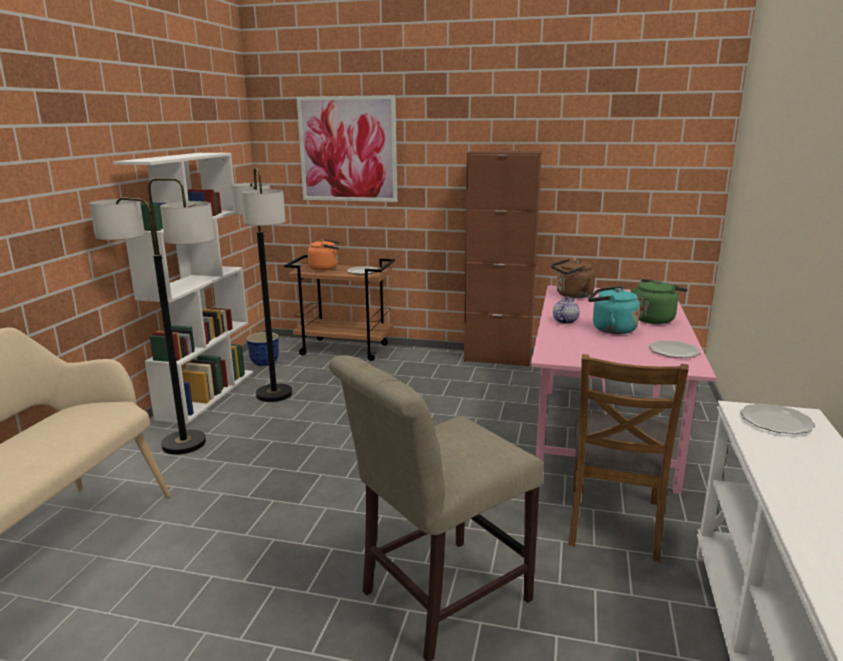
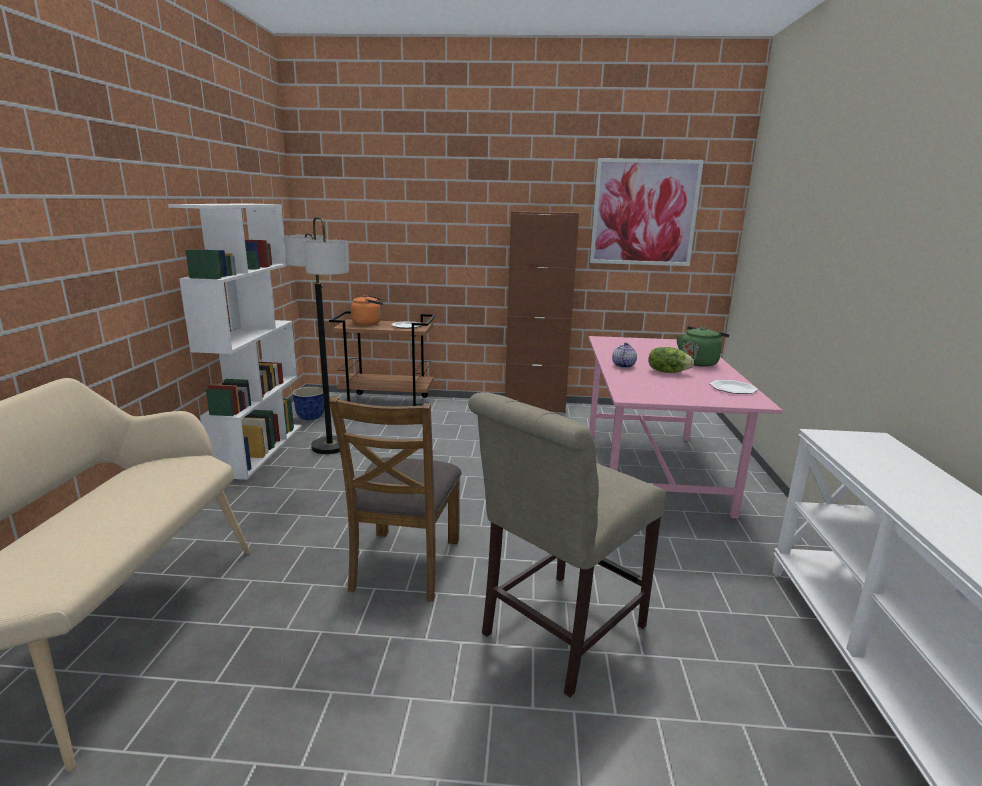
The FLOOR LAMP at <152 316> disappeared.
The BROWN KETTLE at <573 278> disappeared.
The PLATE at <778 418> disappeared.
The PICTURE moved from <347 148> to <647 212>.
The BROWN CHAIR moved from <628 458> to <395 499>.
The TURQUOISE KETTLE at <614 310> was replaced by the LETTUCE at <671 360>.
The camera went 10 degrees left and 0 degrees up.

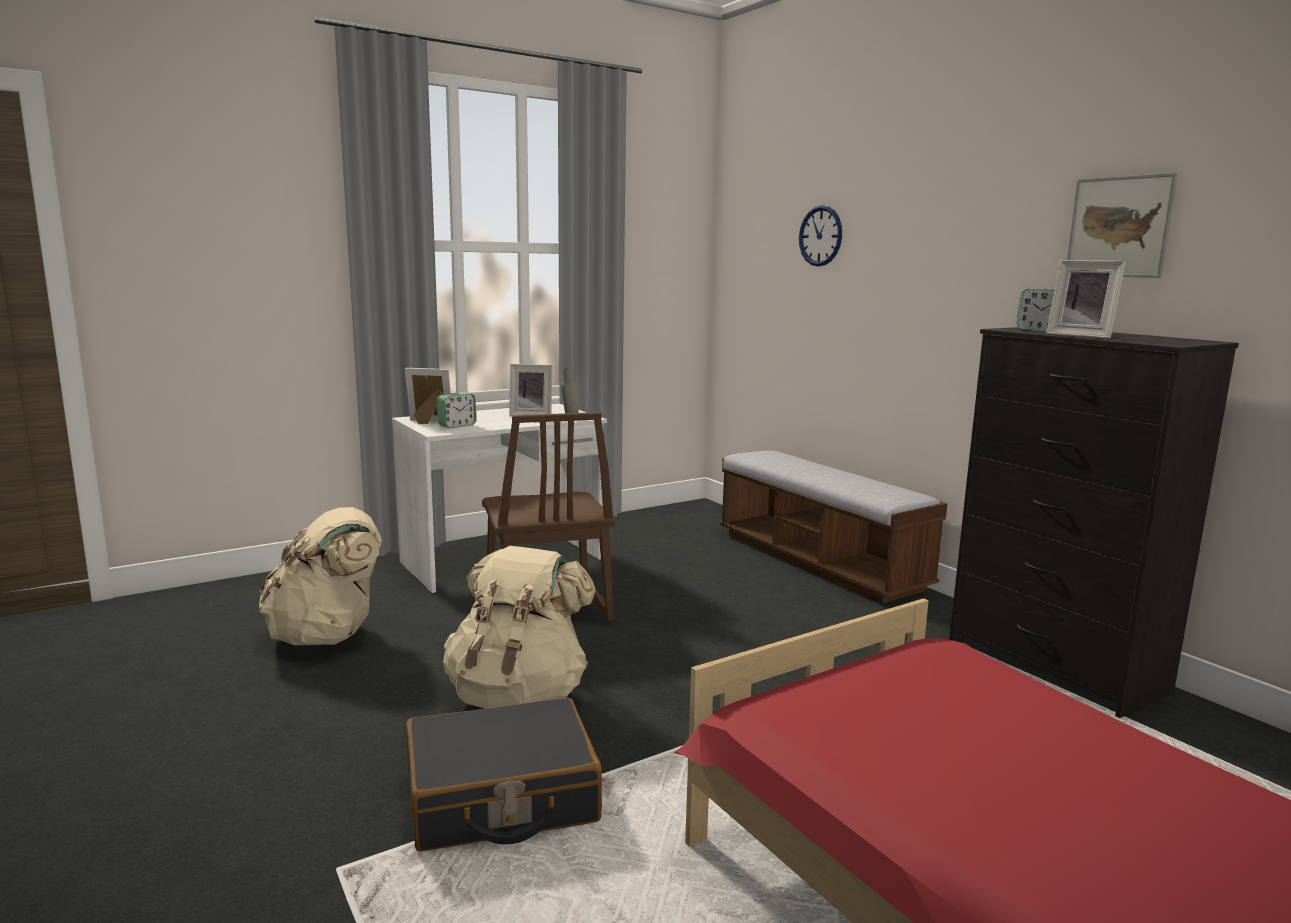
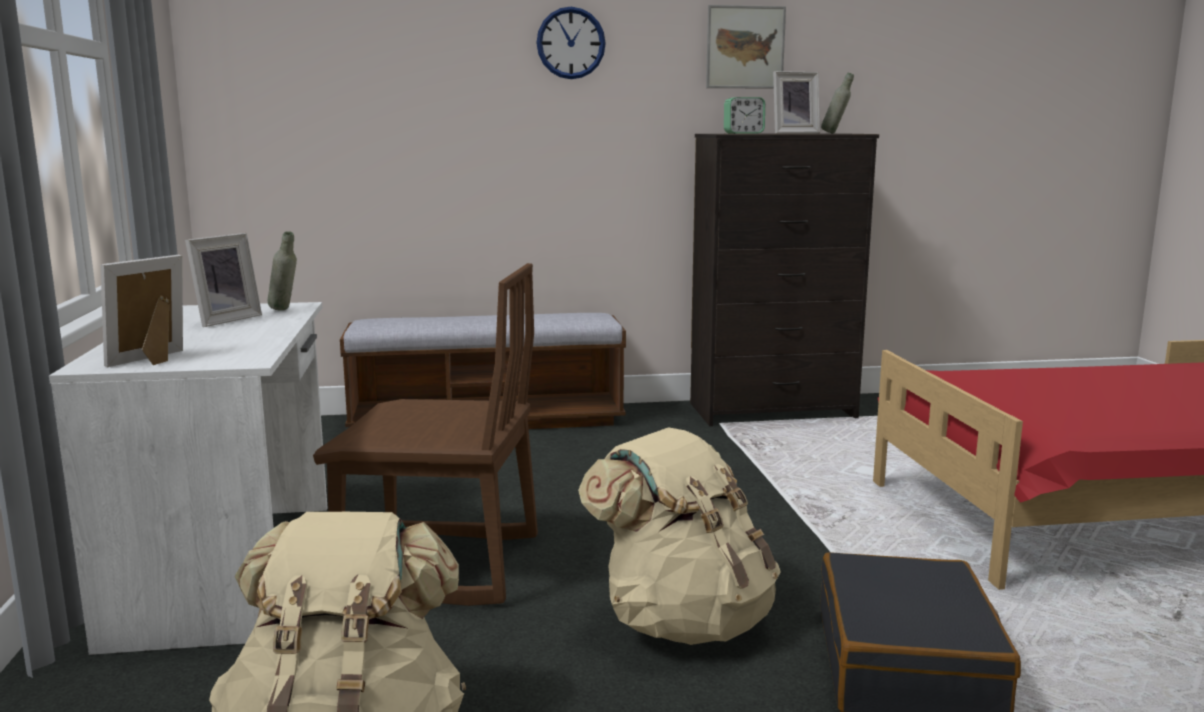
The ALARM CLOCK at <457 410> disappeared.
The GREY BOTTLE at <837 103> appeared.
The WALL CLOCK moved from <820 235> to <571 43>.
The camera went 65 degrees left and 0 degrees up.

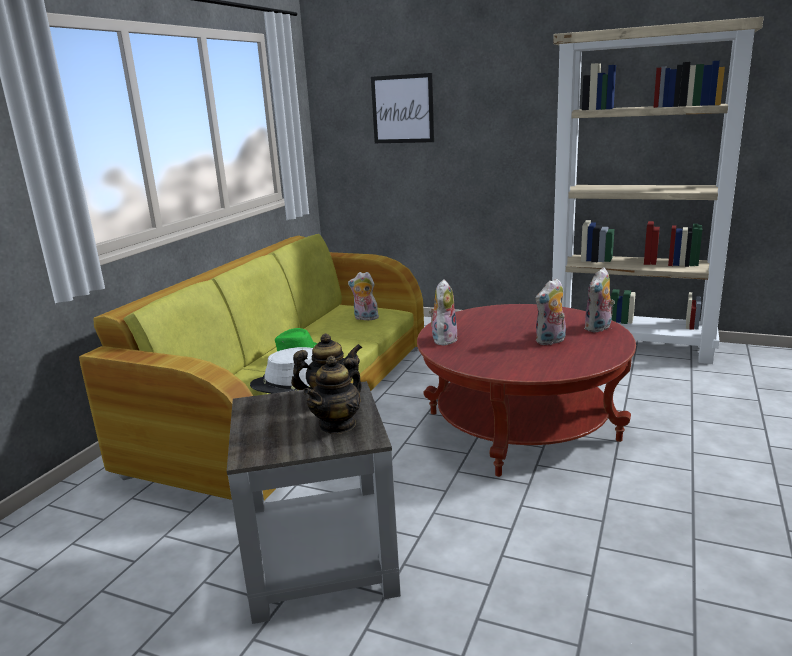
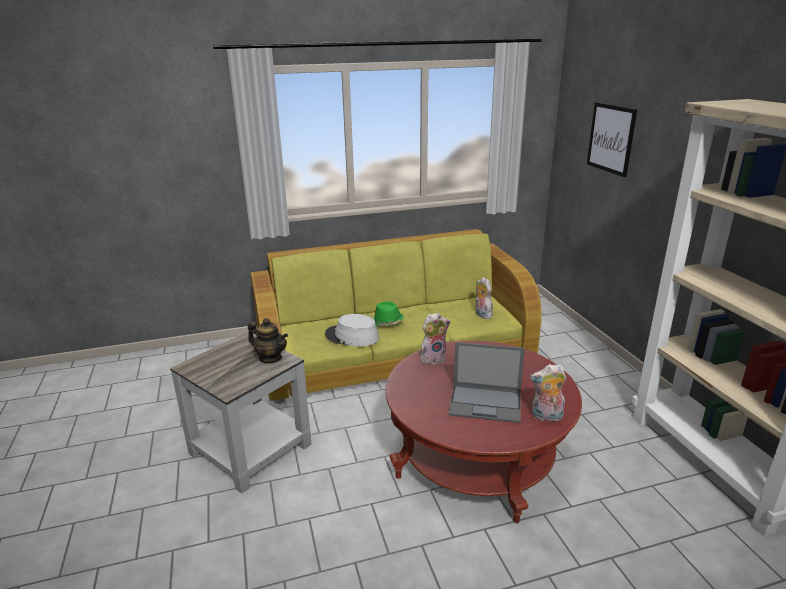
The TEAPOT at <333 395> disappeared.
The PLUSH TOY at <550 311> was replaced by the LAPTOP at <486 382>.
The camera went 50 degrees right and 5 degrees up.

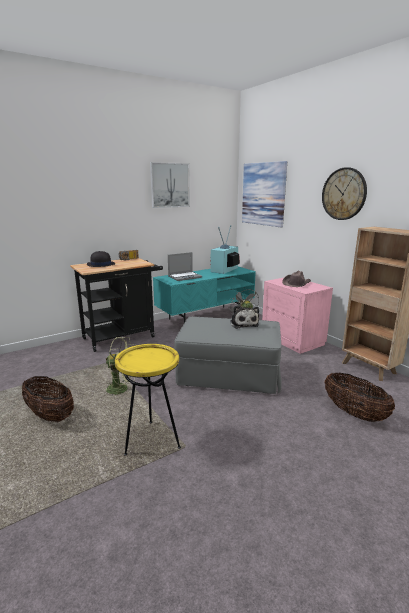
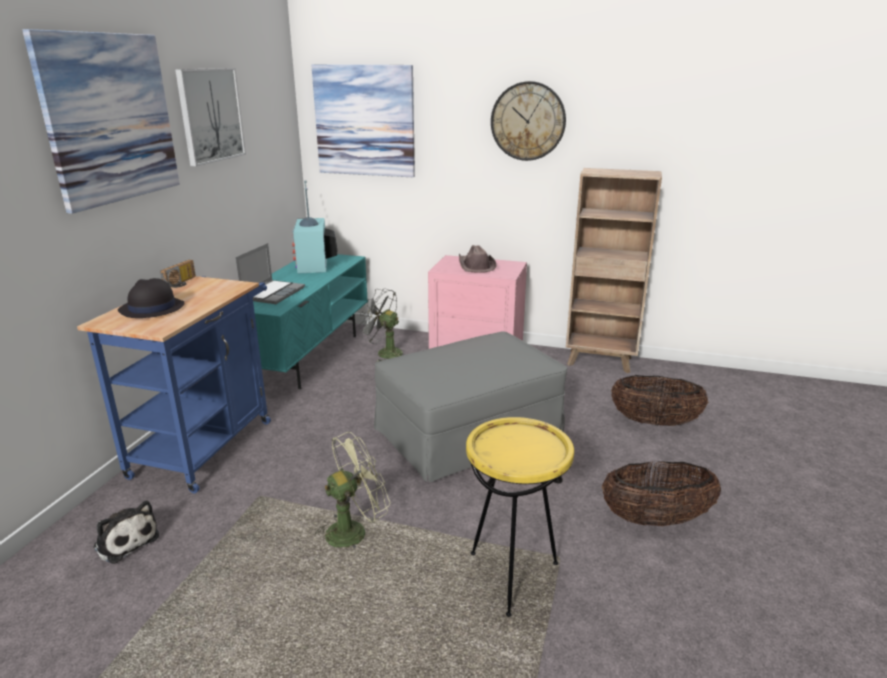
The PICTURE at <101 121> appeared.
The BASKET moved from <48 399> to <661 493>.
The PLUSH TOY moved from <244 317> to <126 532>.
The BLACK CART at <116 305> became the BLUE CART at <174 384>.
The camera went 40 degrees left and 5 degrees up.

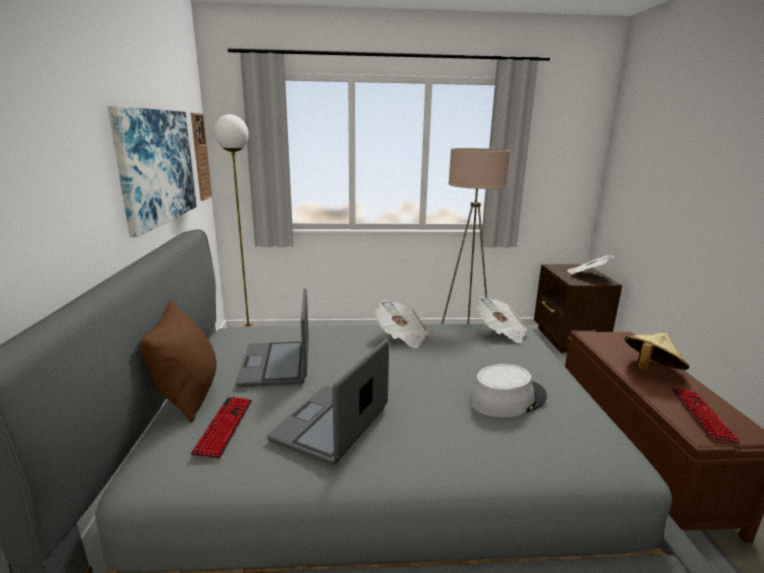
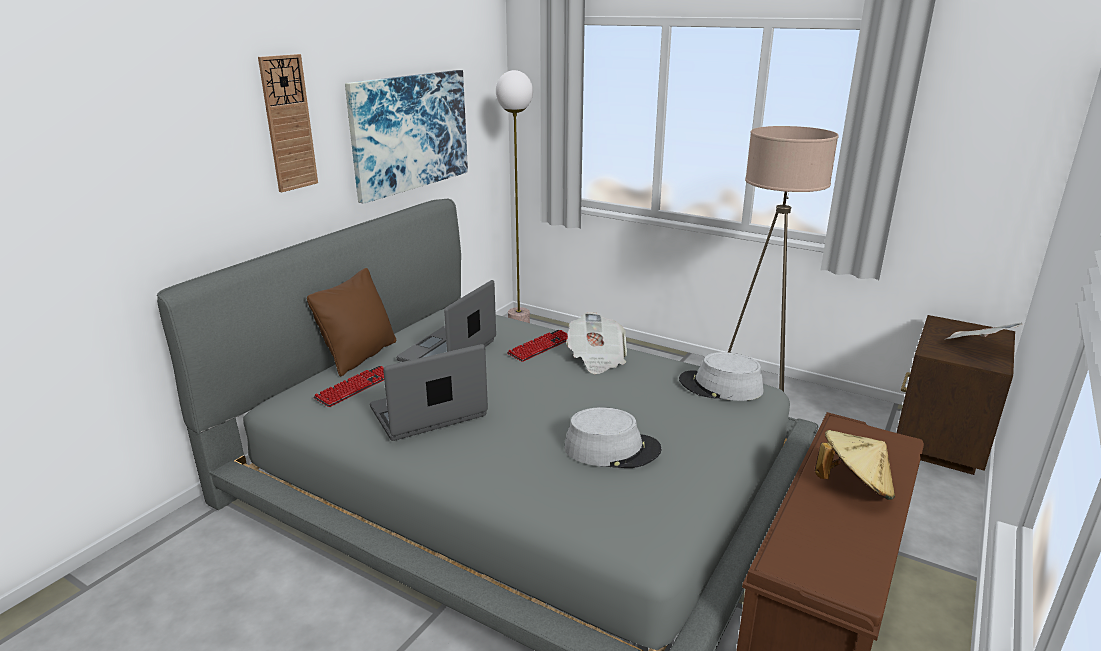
The WALL CLOCK moved from <201 157> to <288 123>.
The KEYBOARD moved from <705 415> to <537 346>.
The NEWSPAPER at <502 320> was replaced by the GREY HAT at <721 376>.
The camera went 35 degrees right and 5 degrees up.

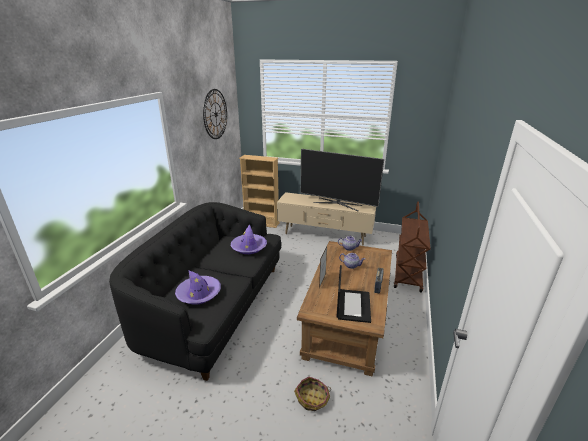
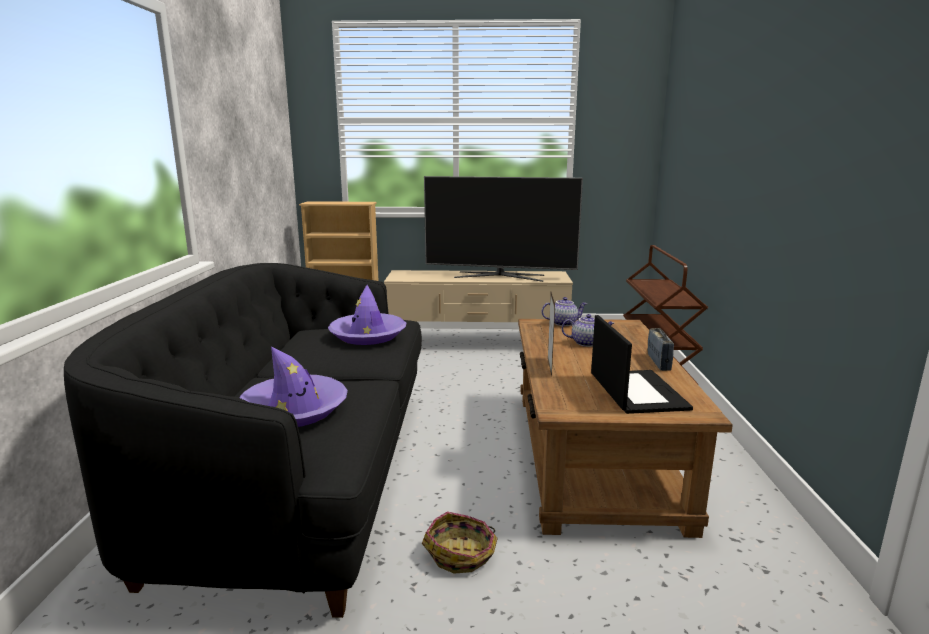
The WALL CLOCK at <215 114> disappeared.
The BASKET moved from <312 394> to <460 542>.
The camera went 15 degrees left and 10 degrees down.

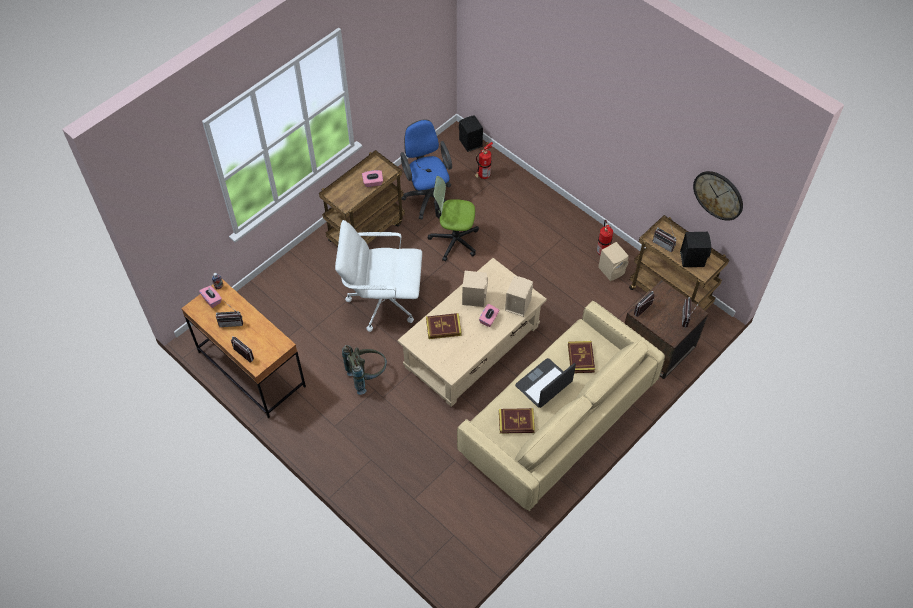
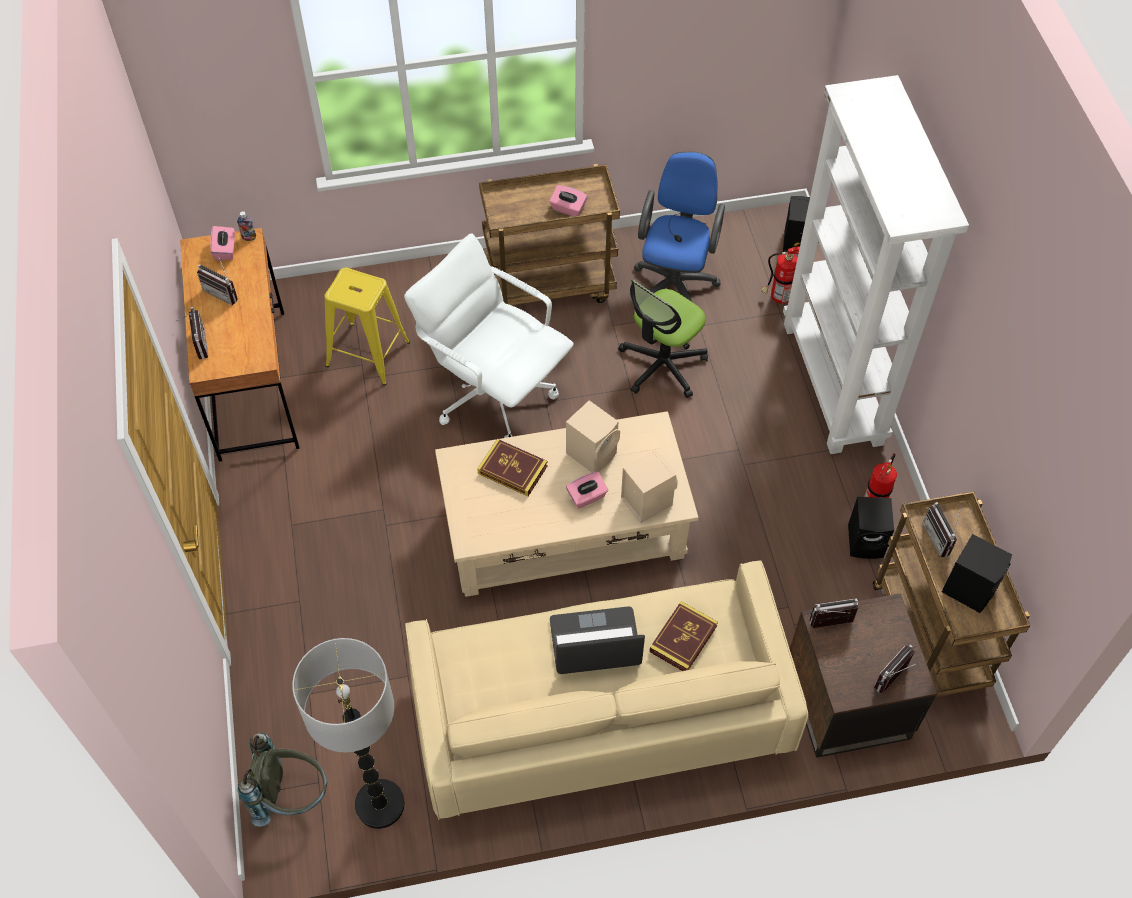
The BOOK at <517 421> disappeared.
The WALL CLOCK at <718 196> disappeared.
The FLOOR LAMP at <348 733> appeared.
The YELLOW STOOL at <367 327> appeared.
The WHITE BOOKCASE at <876 264> appeared.
The GREY BACKPACK moved from <364 370> to <282 780>.
The BEIGE SPEAKER at <613 261> became the BLACK SPEAKER at <871 528>.
The OFFICE CHAIR at <453 219> turned 90 degrees counterclockwise.
The camera went 35 degrees right and 0 degrees up.

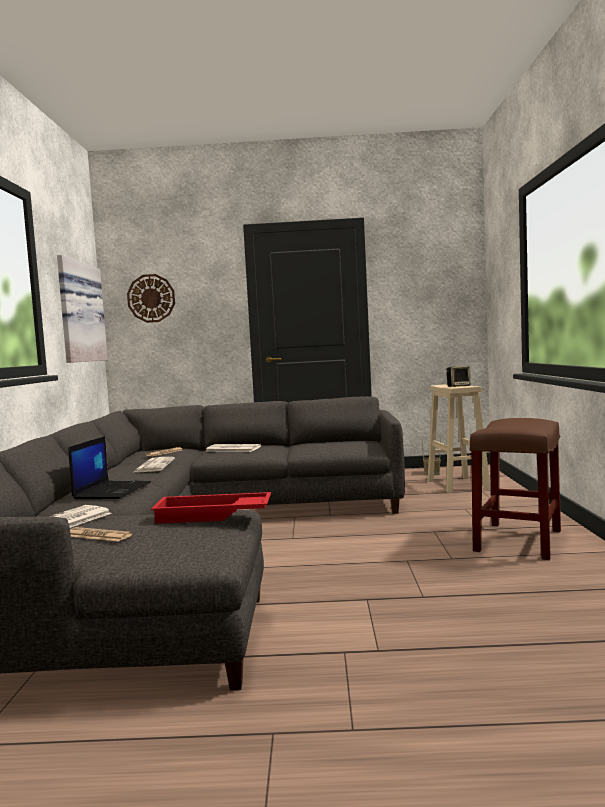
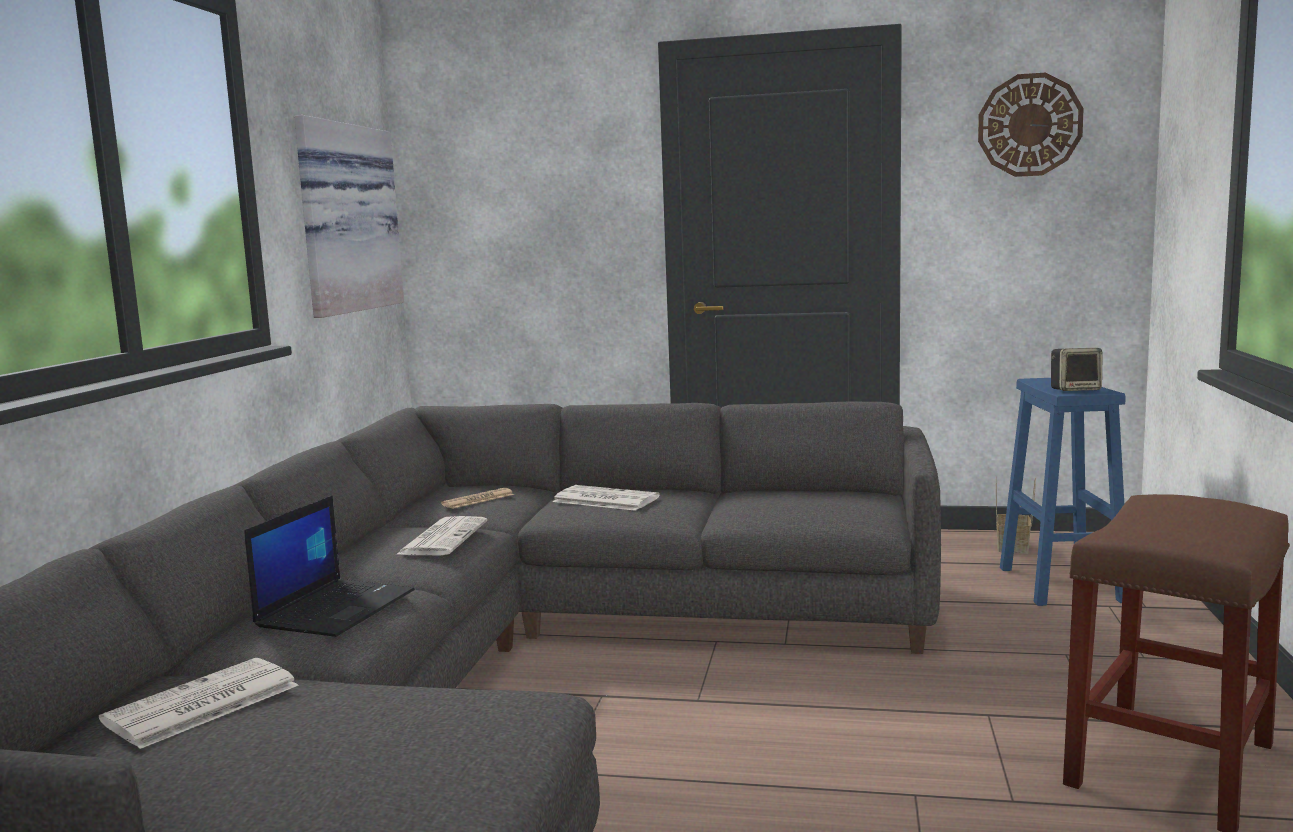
The NEWSPAPER at <101 534> disappeared.
The RED TRAY at <211 508> disappeared.
The WALL CLOCK moved from <151 298> to <1031 125>.
The BEIGE STOOL at <459 438> became the BLUE STOOL at <1062 492>.
The camera went 10 degrees right and 5 degrees up.

